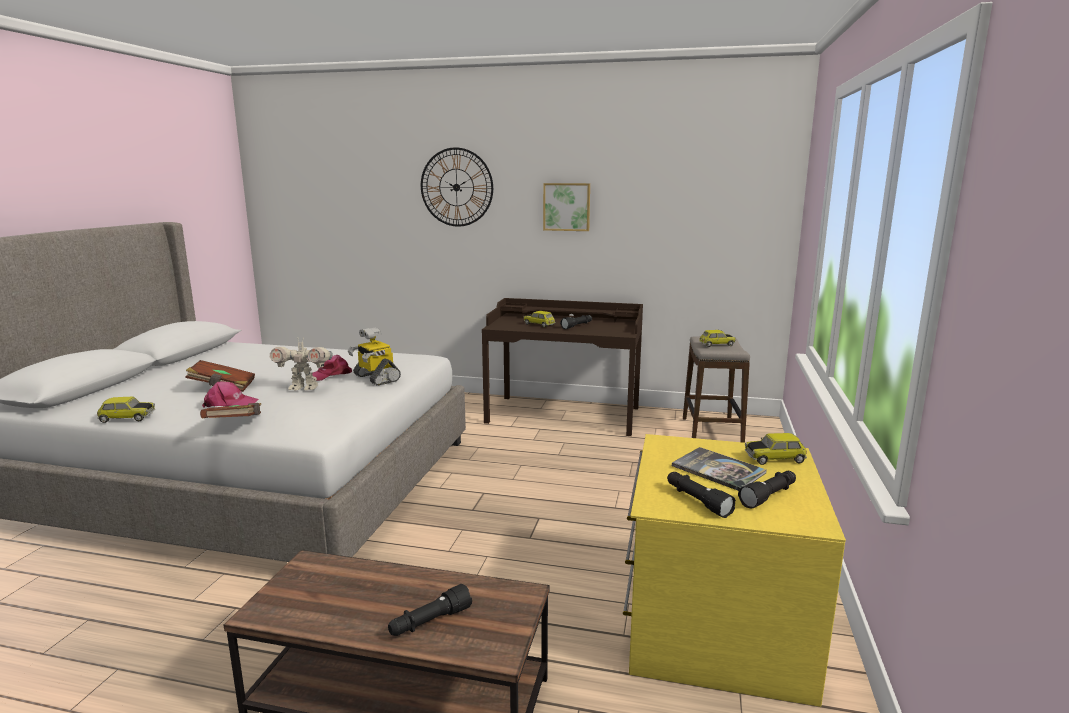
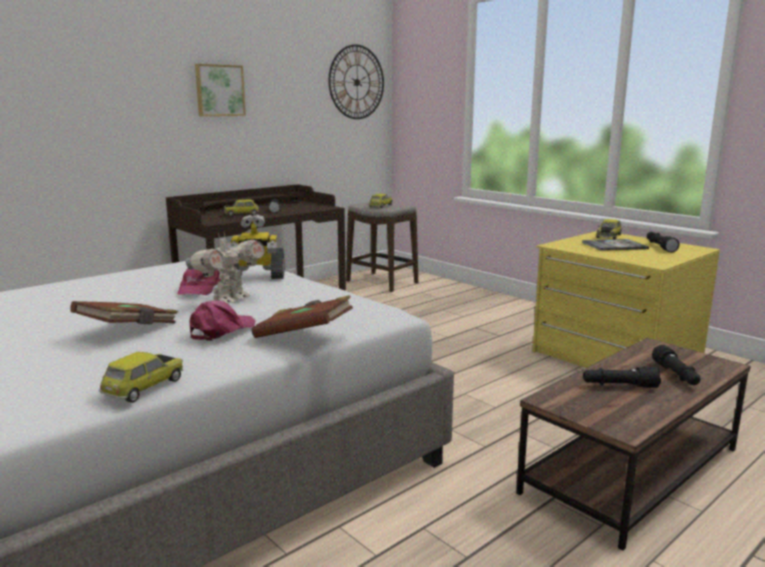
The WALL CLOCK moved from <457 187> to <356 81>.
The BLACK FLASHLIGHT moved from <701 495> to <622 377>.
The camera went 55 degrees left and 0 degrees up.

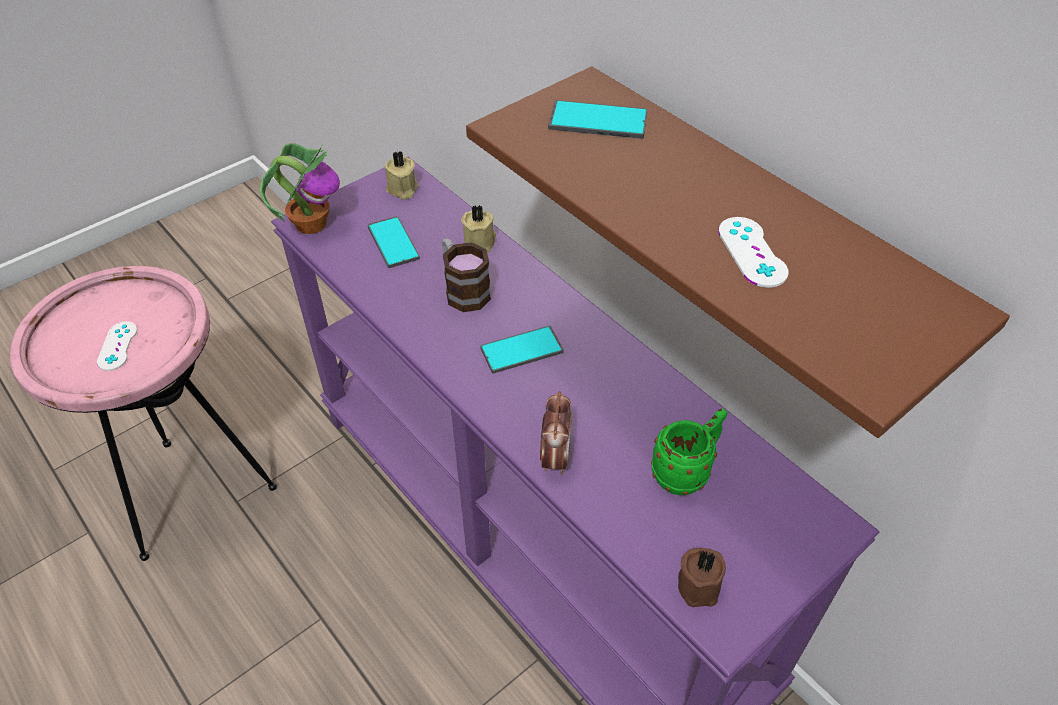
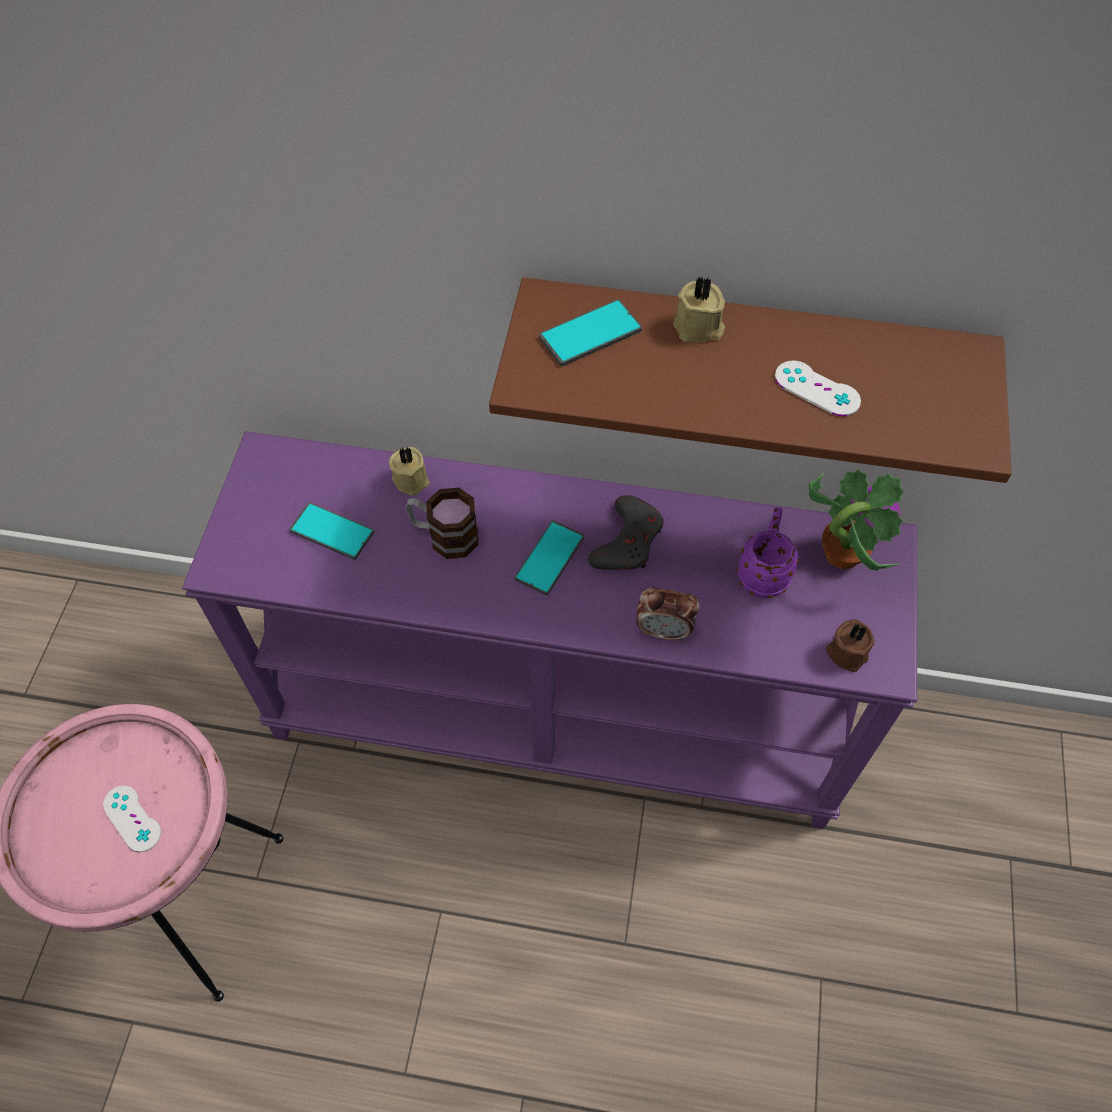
The GREY GAME CONTROLLER at <625 532> appeared.
The POTTED PLANT moved from <300 188> to <857 520>.
The BEIGE CANDLE moved from <402 175> to <699 309>.
The GREEN MUG at <689 451> became the PURPLE MUG at <768 552>.
The ALARM CLOCK at <556 433> turned 135 degrees clockwise.
The camera went 40 degrees left and 10 degrees up.

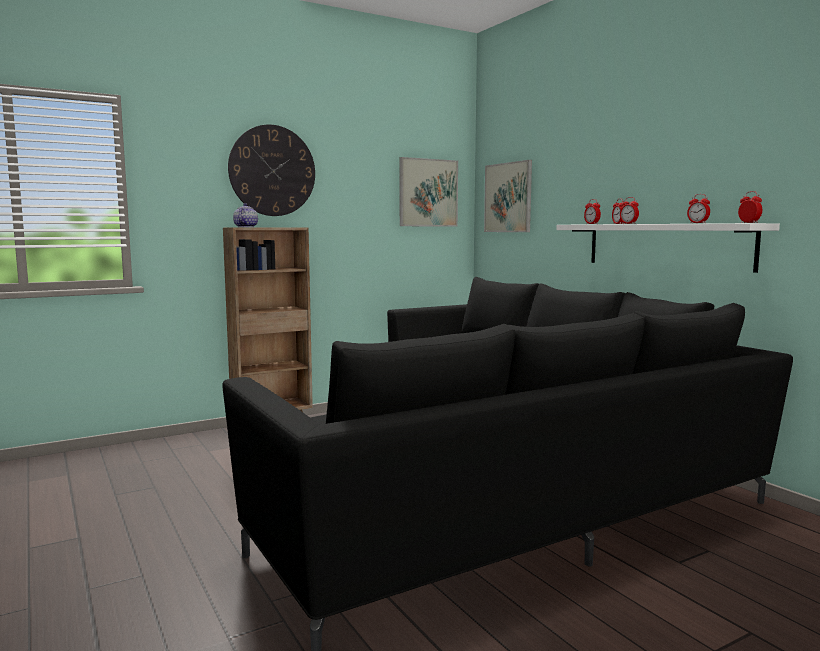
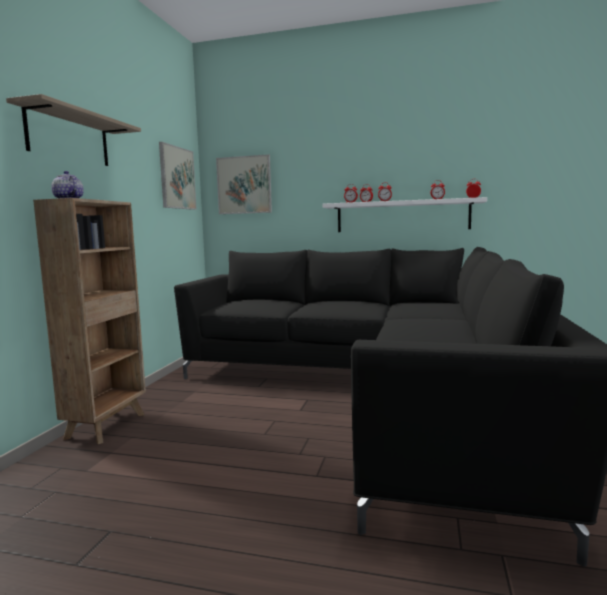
The WALL CLOCK at <271 170> was replaced by the SHELF at <73 130>.
The camera went 45 degrees left and 0 degrees up.

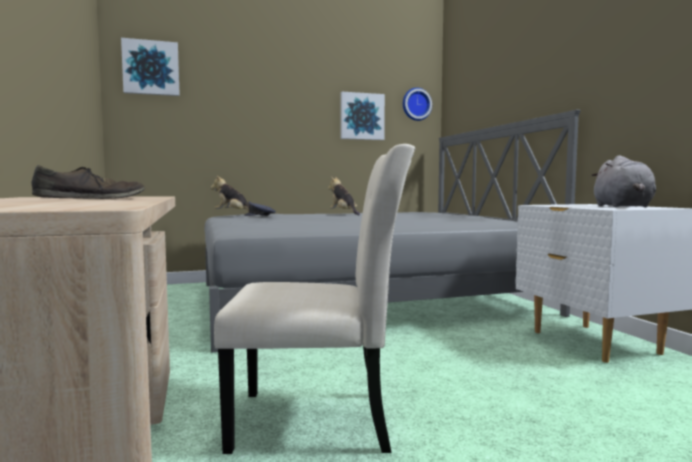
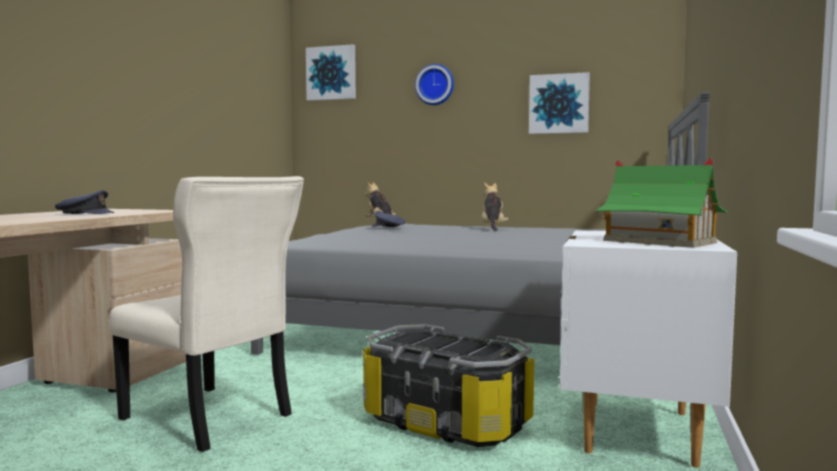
The STORAGE BOX at <448 385> appeared.
The WALL CLOCK moved from <417 104> to <434 84>.
The BROWN SHOE at <88 182> was replaced by the GREY CAP at <84 202>.
The GREY PLUSH TOY at <623 181> was replaced by the TOY HOUSE at <662 203>.
The camera went 35 degrees right and 0 degrees up.

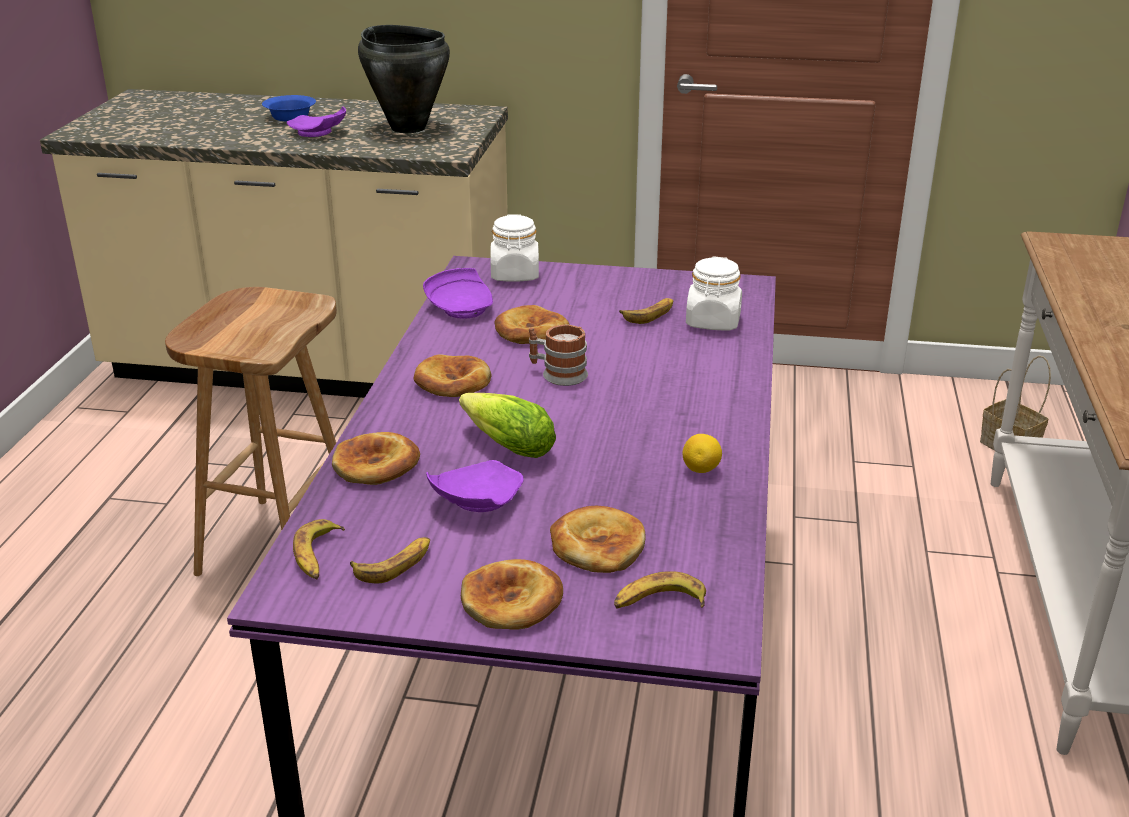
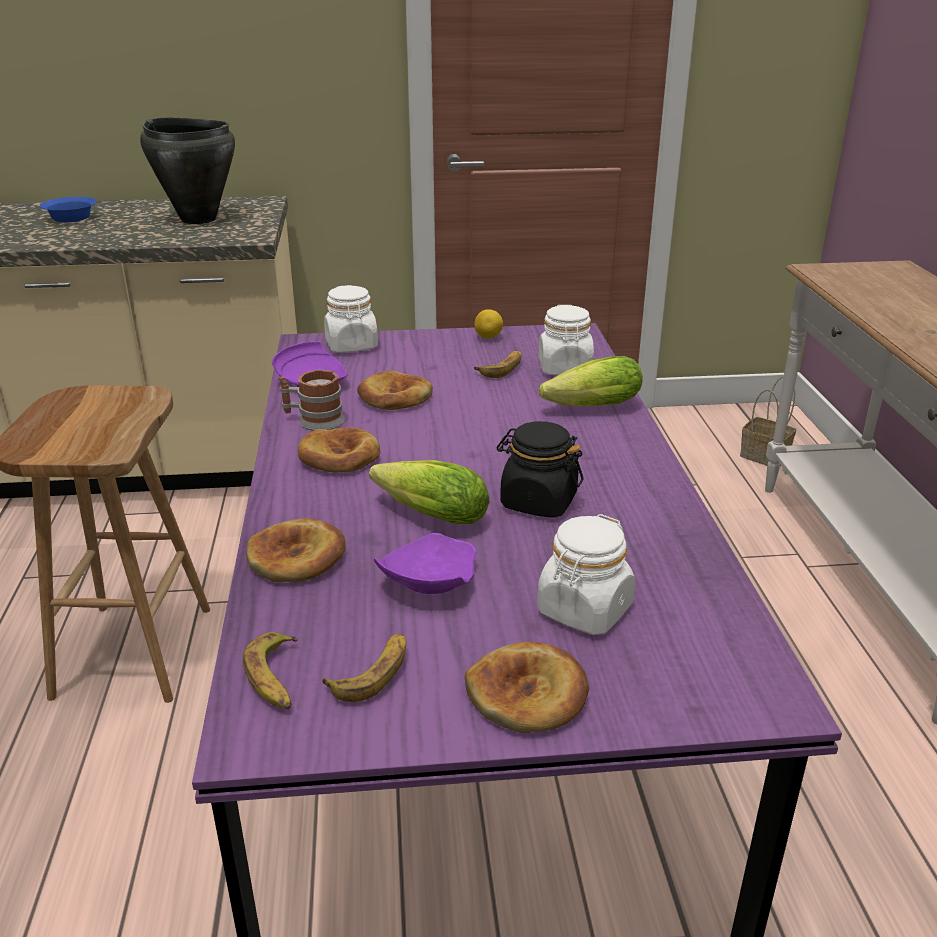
The PURPLE PLATE at <316 121> disappeared.
The BANANA at <660 590> disappeared.
The BLACK JAR at <540 469> appeared.
The LETTUCE at <590 381> appeared.
The MUG moved from <558 355> to <312 400>.
The LEMON moved from <702 453> to <488 324>.
The BREAD at <597 539> was replaced by the WHITE JAR at <586 574>.
The camera went 15 degrees left and 0 degrees up.

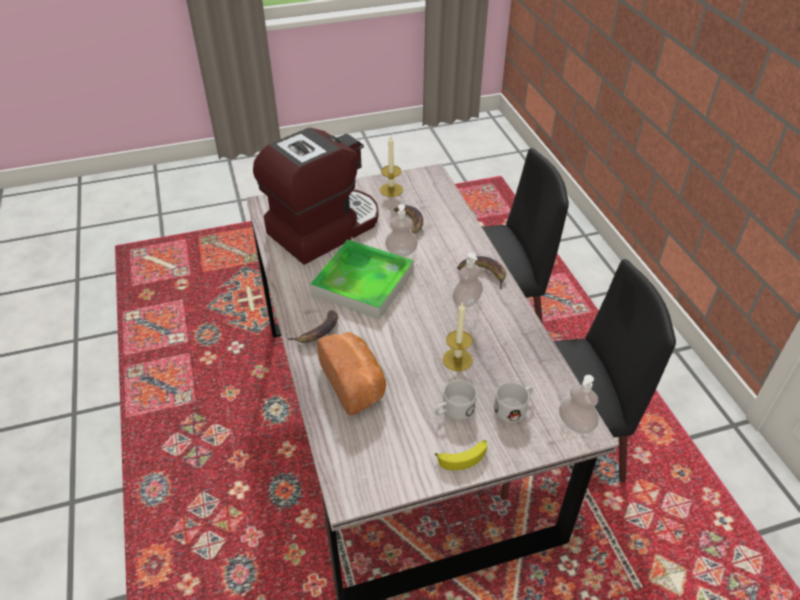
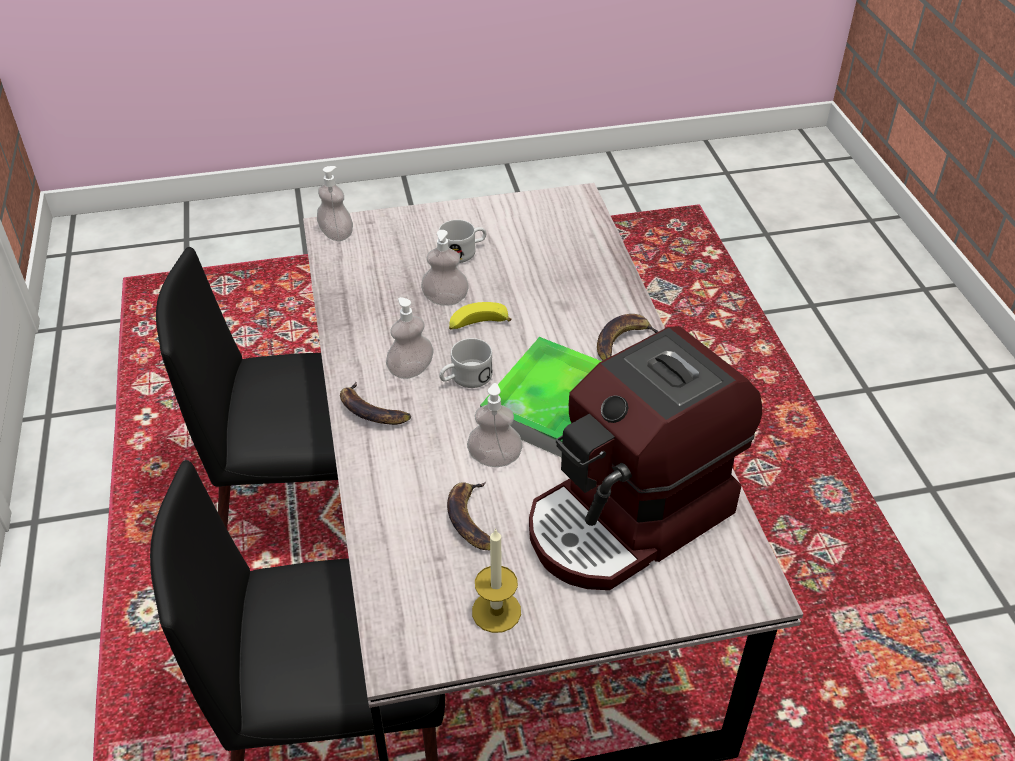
The BREAD at <351 374> disappeared.
The BANANA moved from <460 455> to <480 316>.
The WHITE MUG moved from <513 402> to <466 363>.
The CANDLE at <458 336> was replaced by the SOAP DISPENSER at <445 267>.
The camera went 175 degrees left and 0 degrees up.

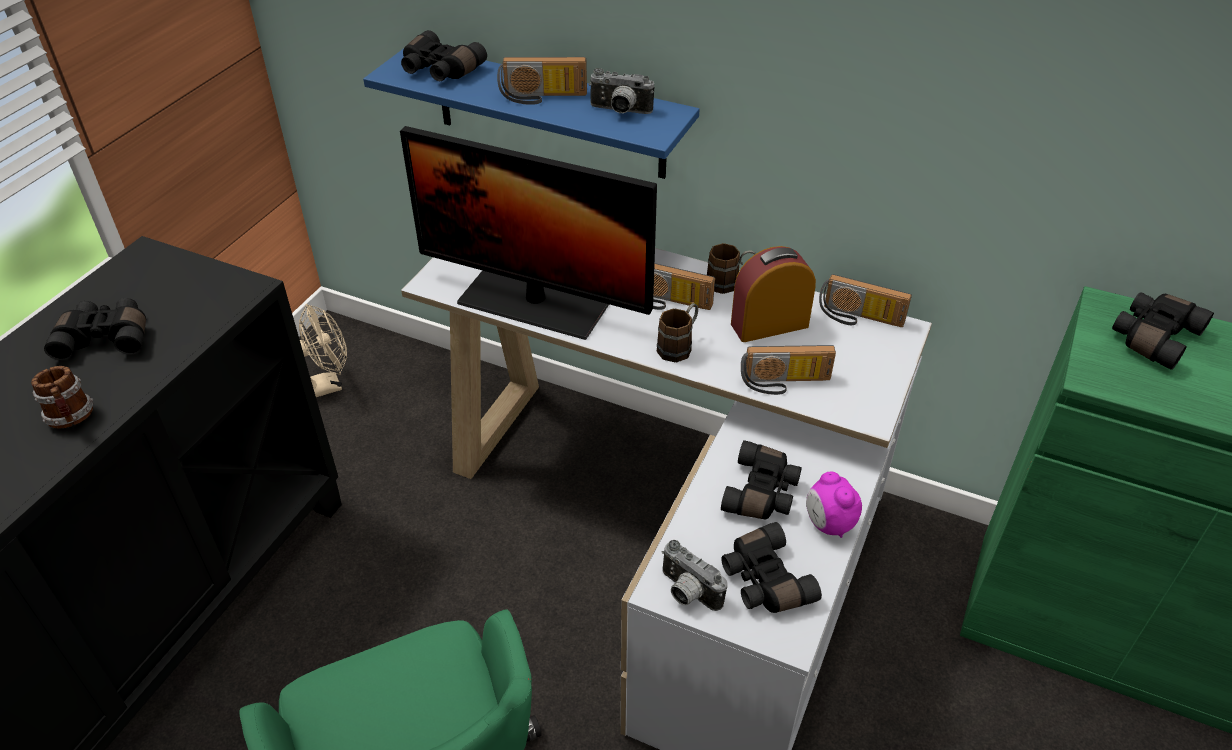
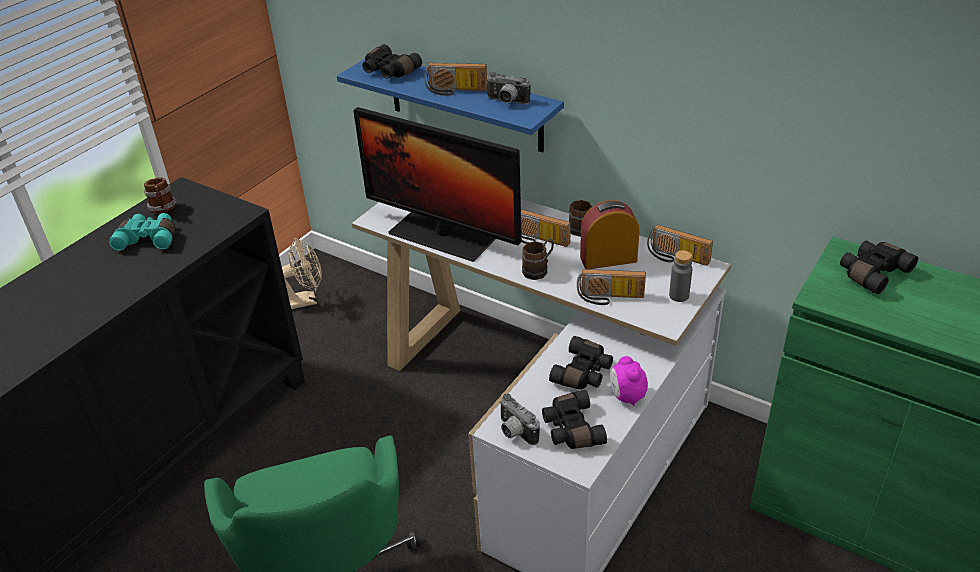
The GREY BOTTLE at <681 276> appeared.
The MUG moved from <62 397> to <160 195>.
The BLACK BINOCULARS at <95 329> became the TURQUOISE BINOCULARS at <142 231>.
The camera went 10 degrees right and 5 degrees down.

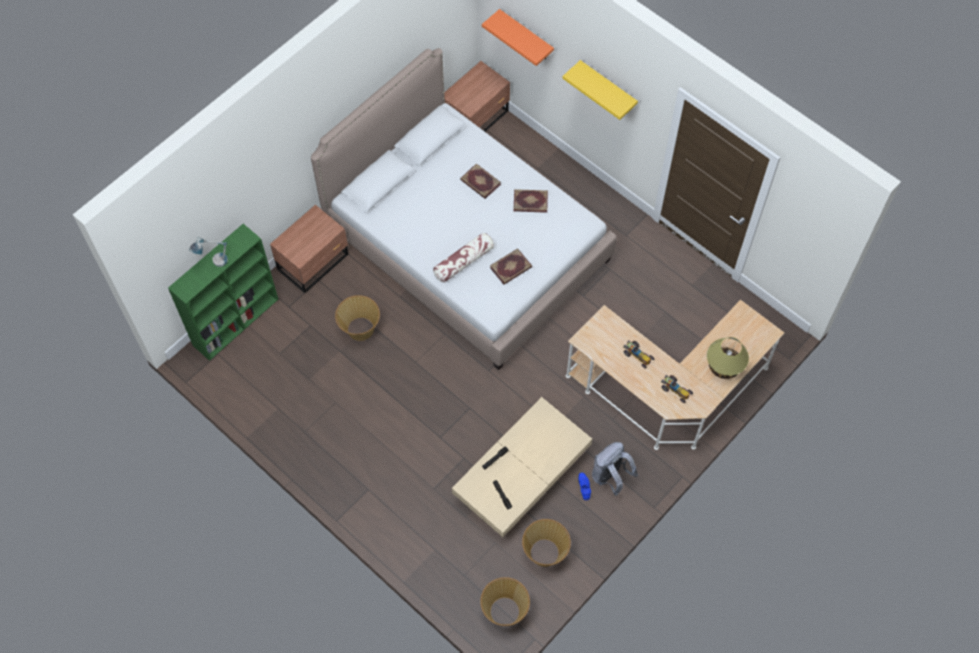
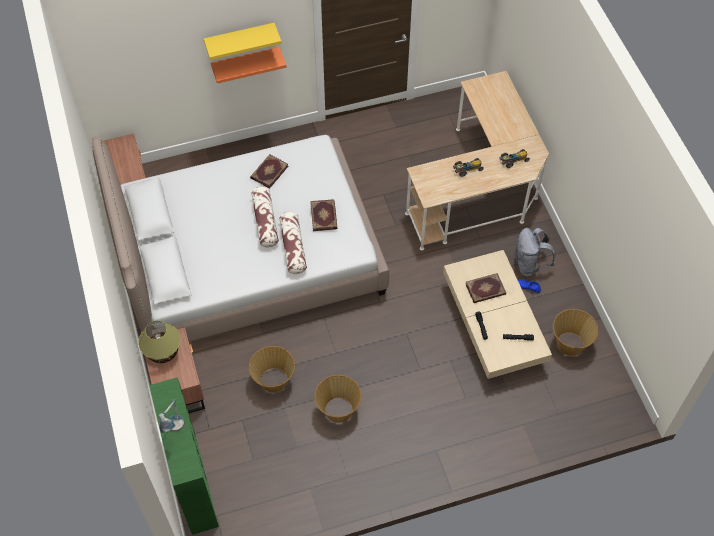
The PILLOW at <265 217> appeared.
The BOOK moved from <480 181> to <486 288>.
The BASKET moved from <505 601> to <337 399>.
The ORANGE SHELF moved from <518 37> to <248 65>.
The TABLE LAMP moved from <728 358> to <159 341>.
The camera went 60 degrees left and 5 degrees down.

